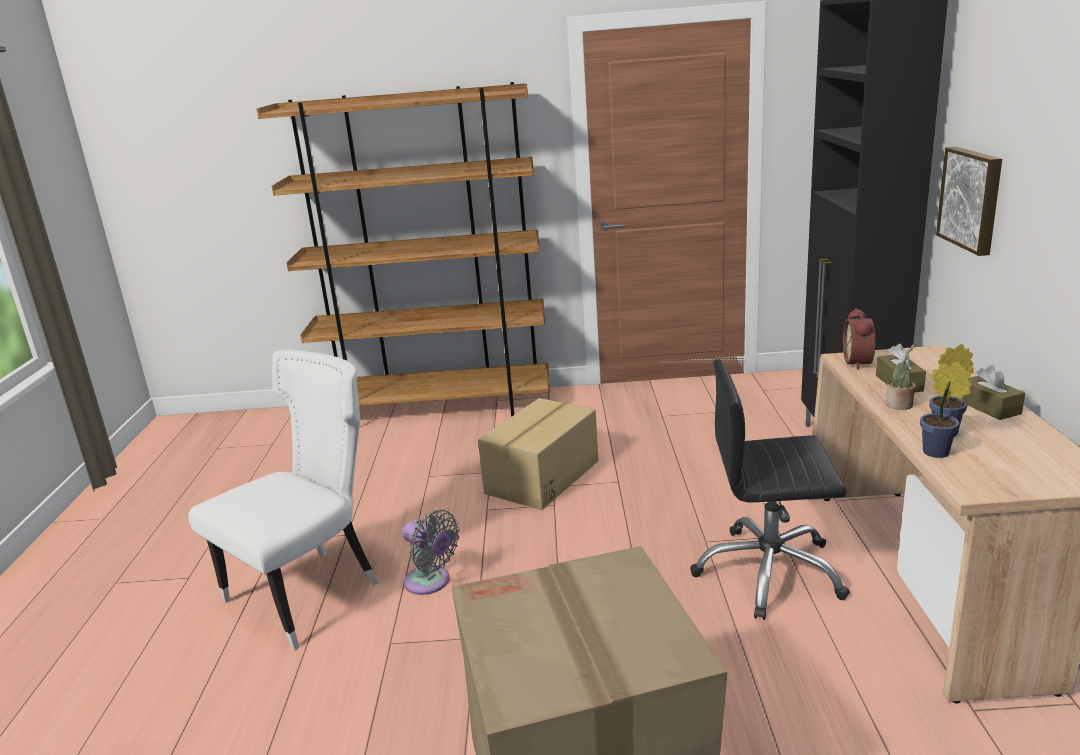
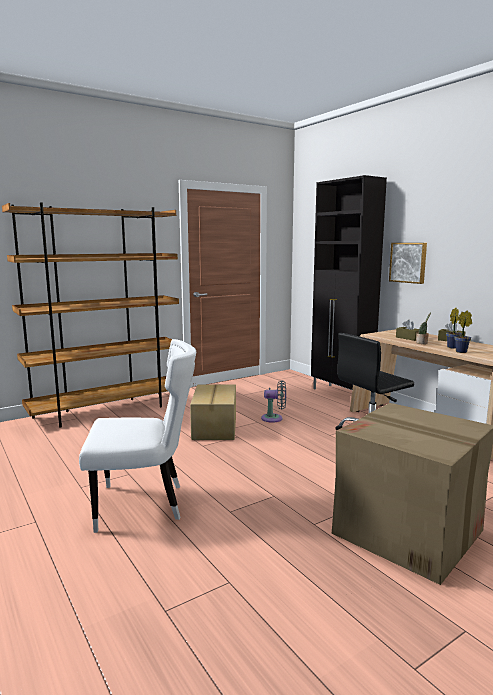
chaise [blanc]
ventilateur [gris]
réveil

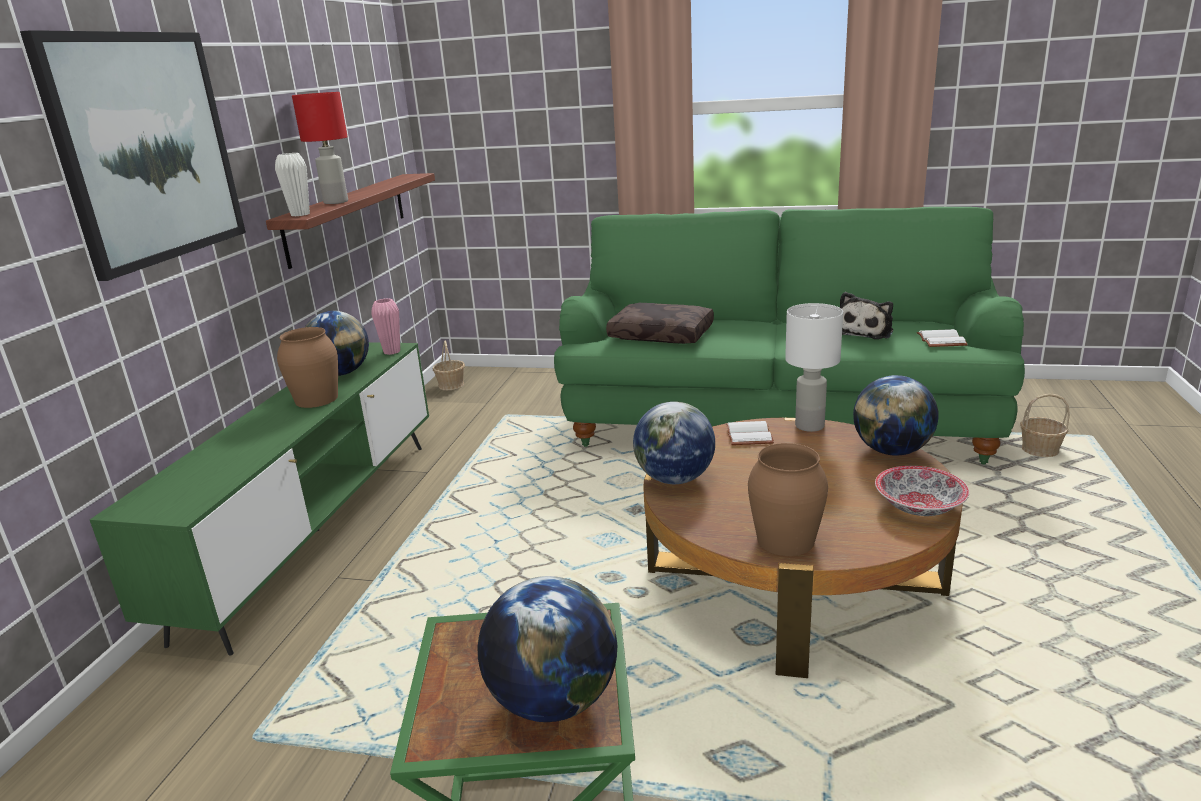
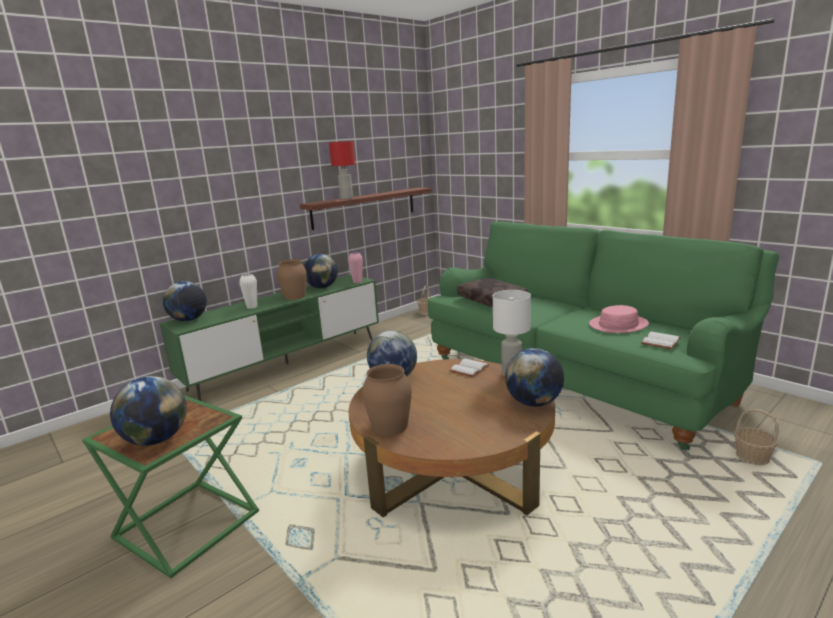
globe (no. 2 from left)
vase [blanc]
chapeau [rose]
tableau
bol

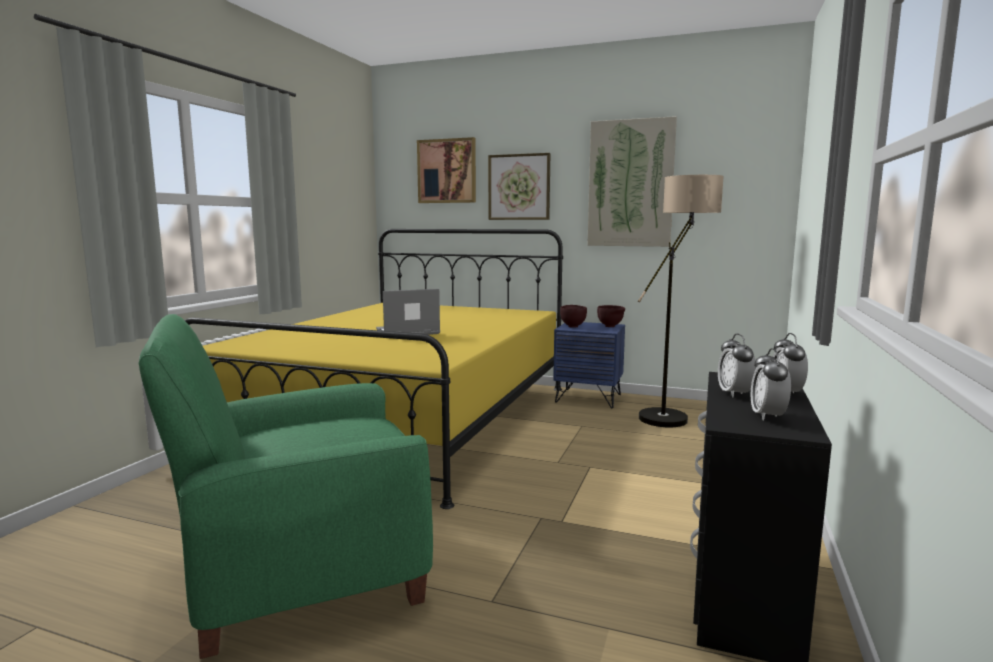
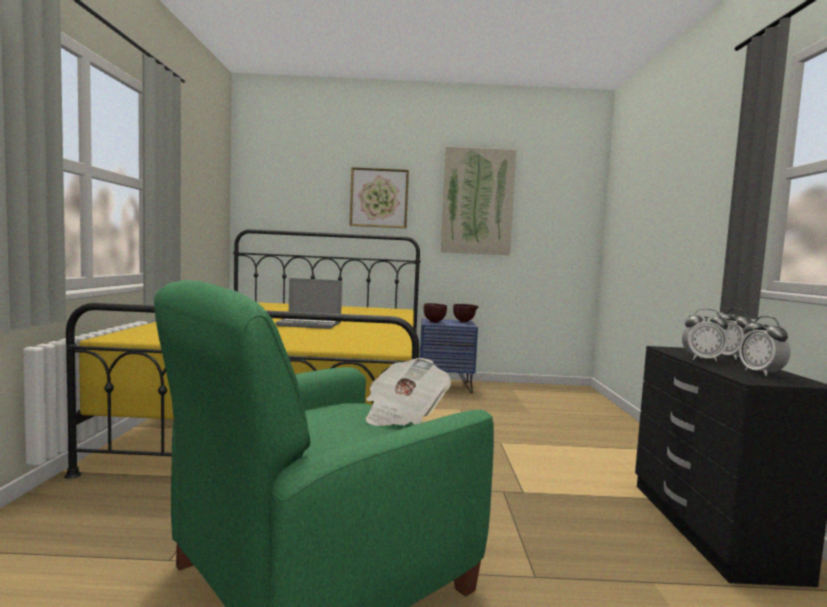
ordinateur portable
journal
réveil (no. 1 from left)
tableau (no. 1 from left in the first image)
lampadaire

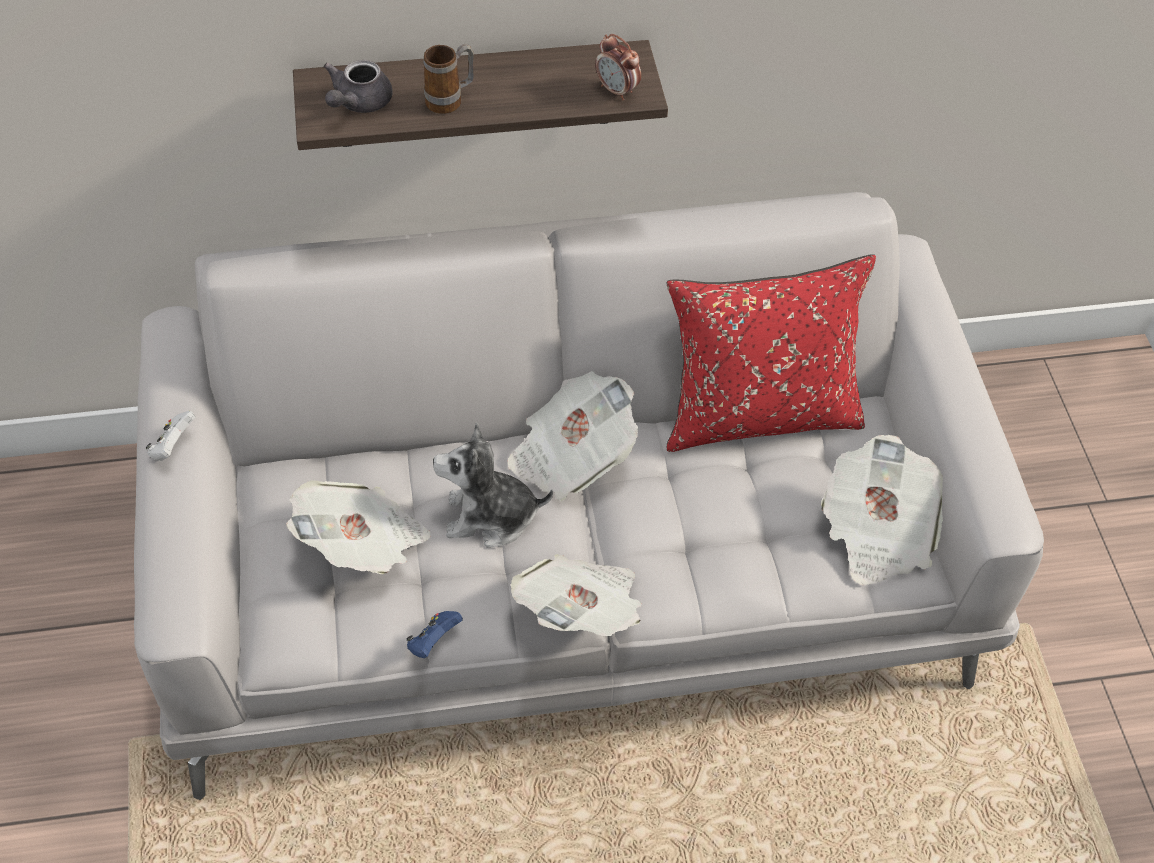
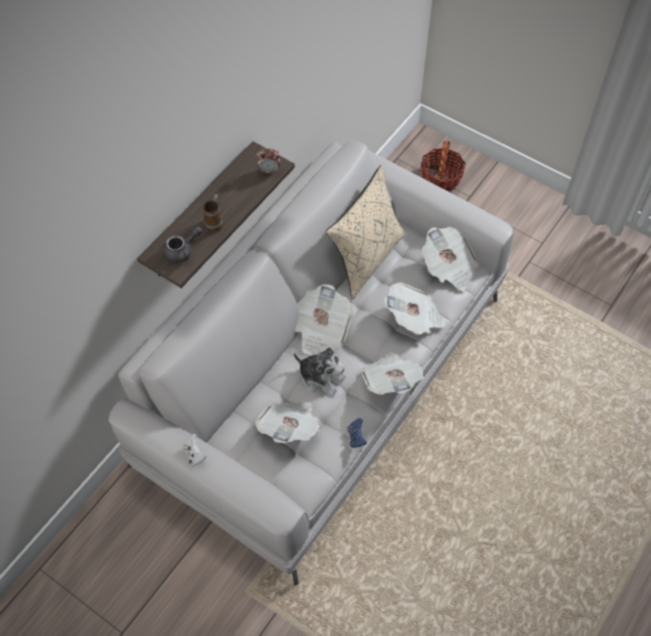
théière [gris]
peluche
coussin [beige]
journal (no. 4 from left)
panier

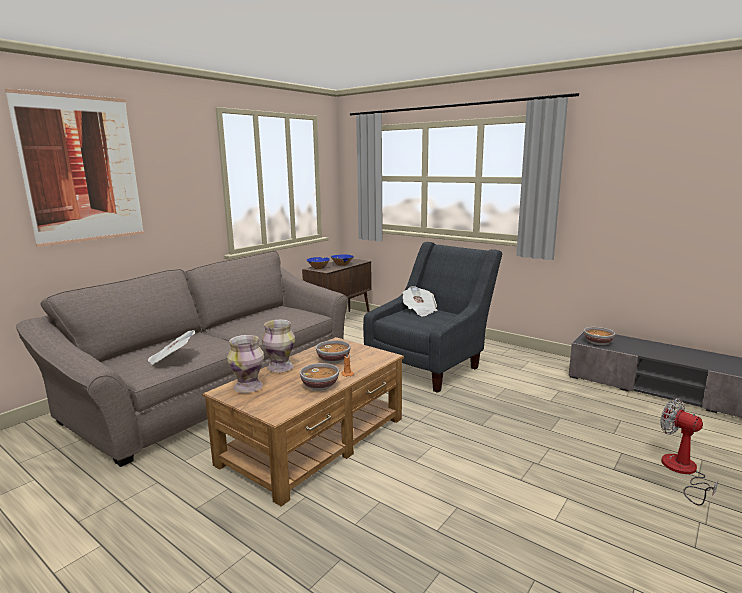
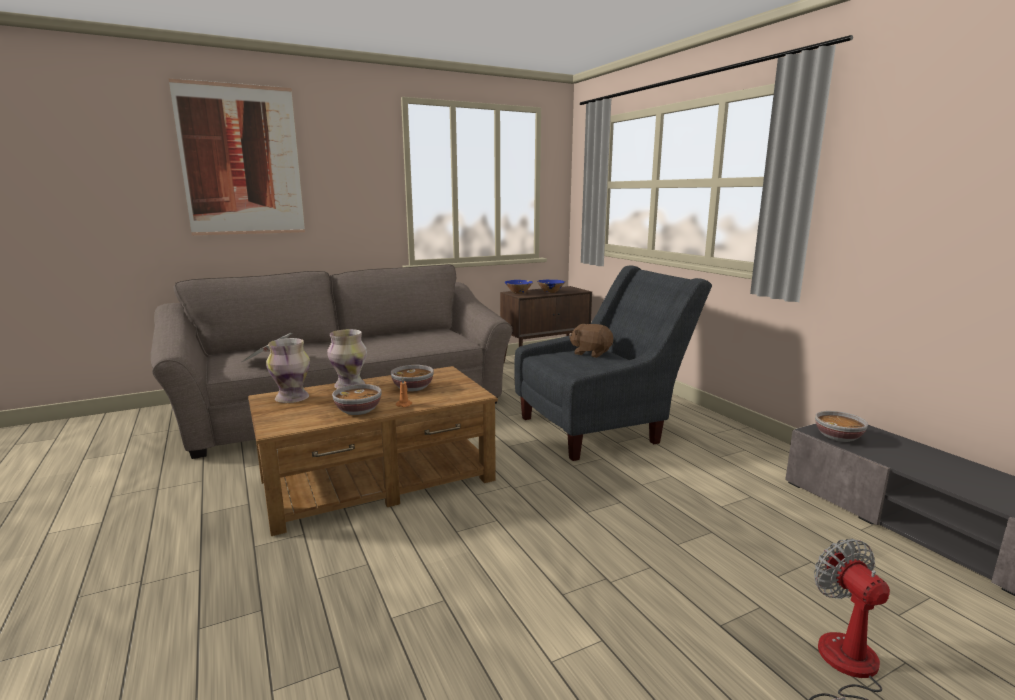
peluche [marron]

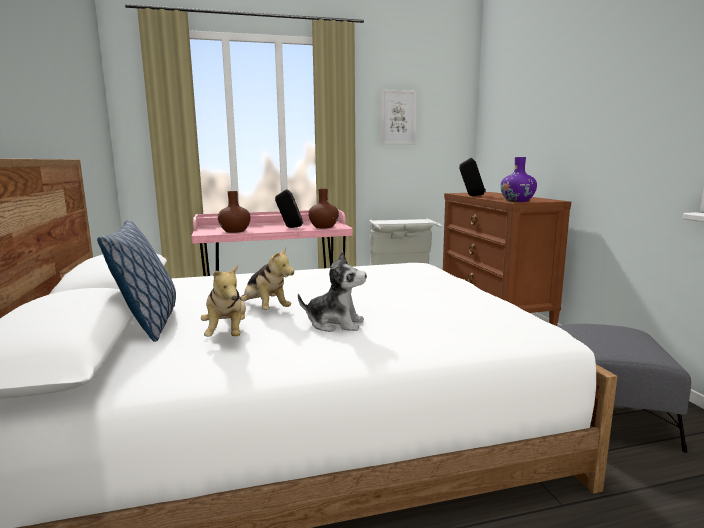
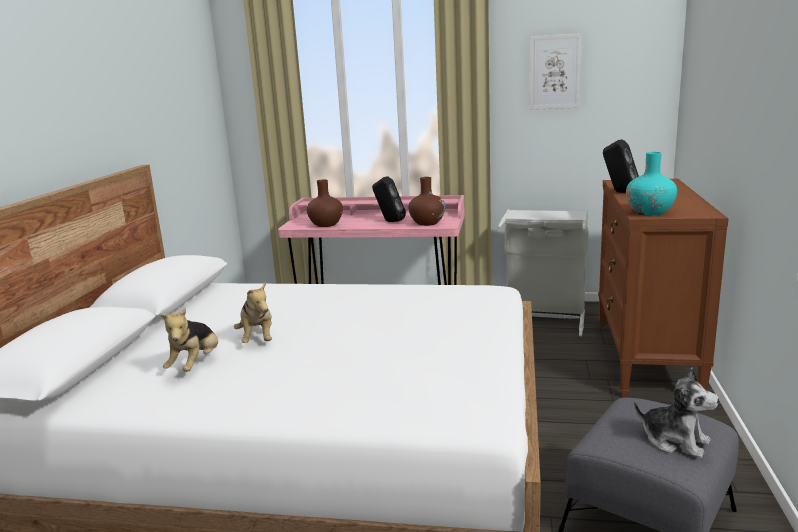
vase [turquoise]
peluche (no. 3 from left)
coussin

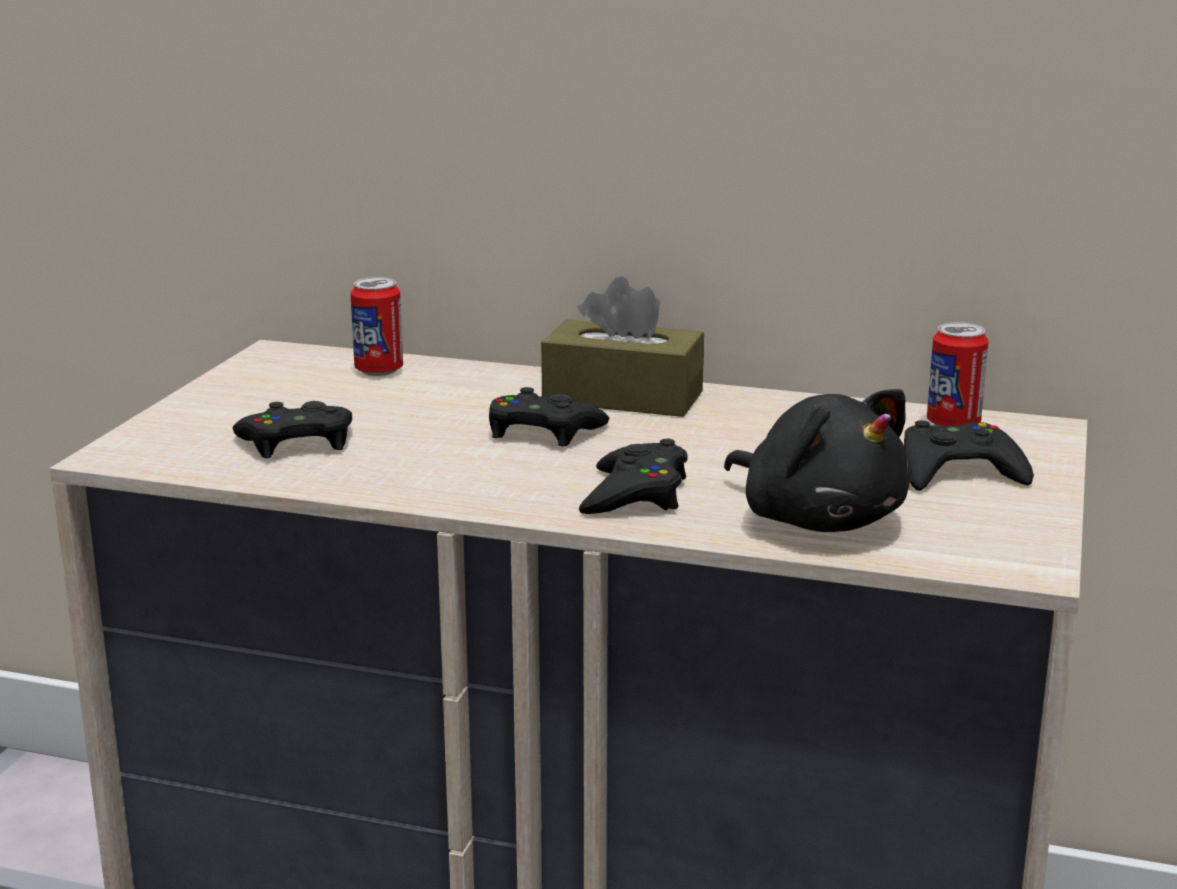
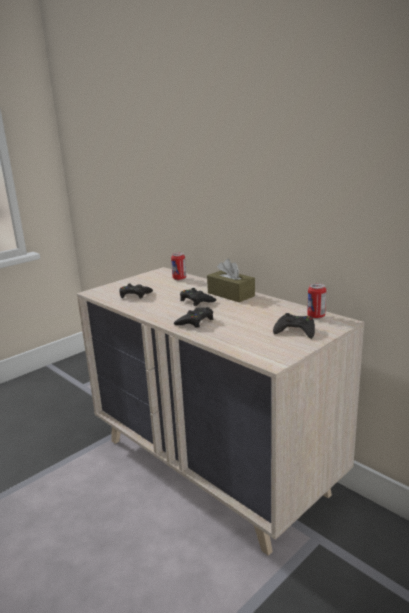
peluche [noir]

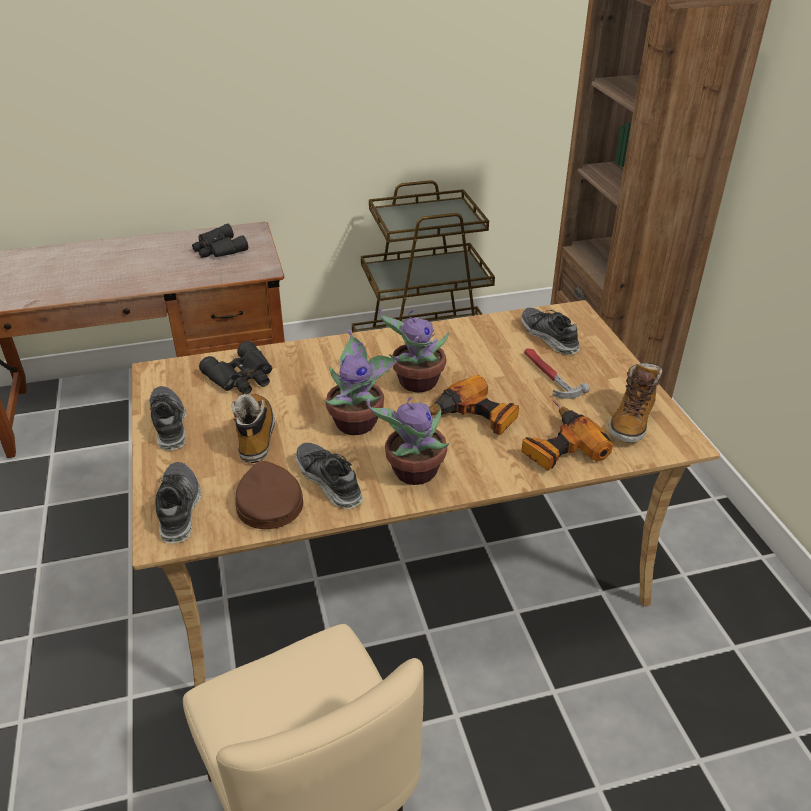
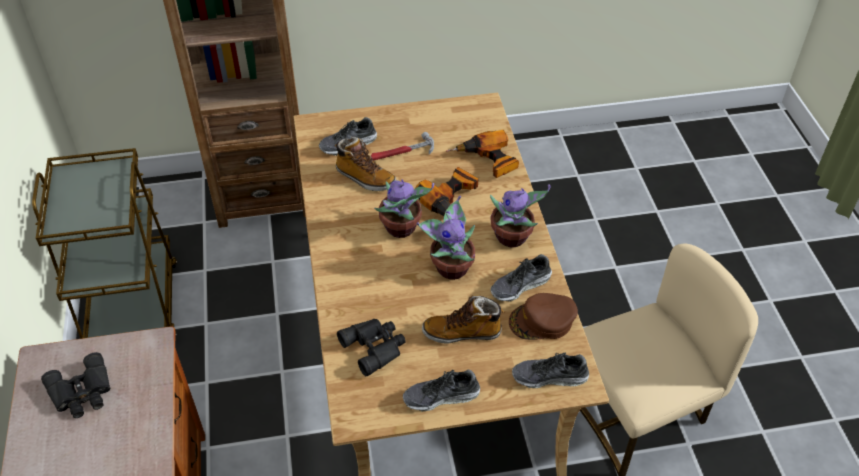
botte (no. 1 from left)

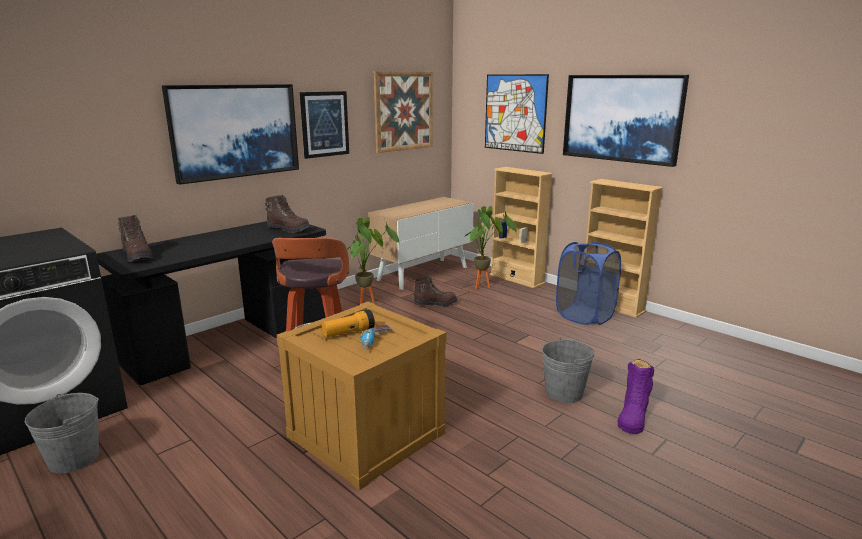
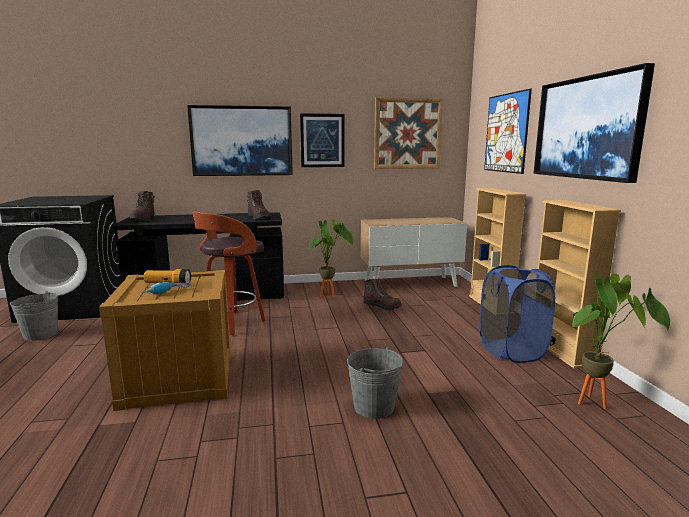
plante en pot (no. 2 from left)
botte [violet]

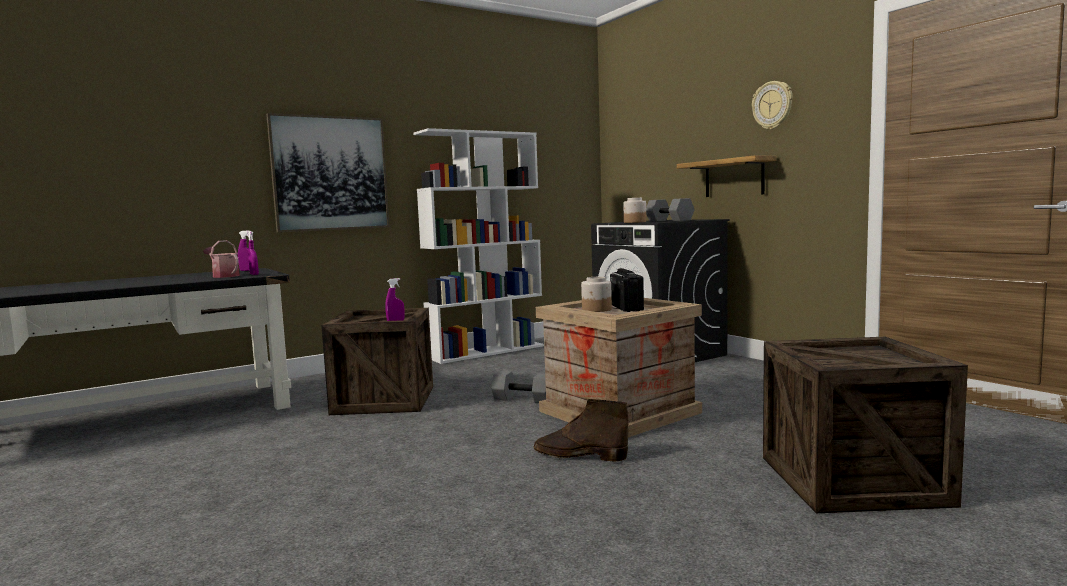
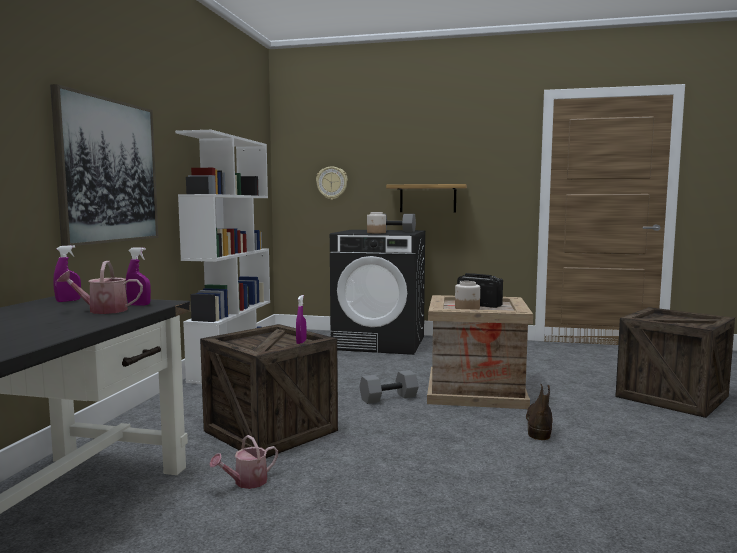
arrosoir (no. 2 from left)
horloge murale
botte [marron]

